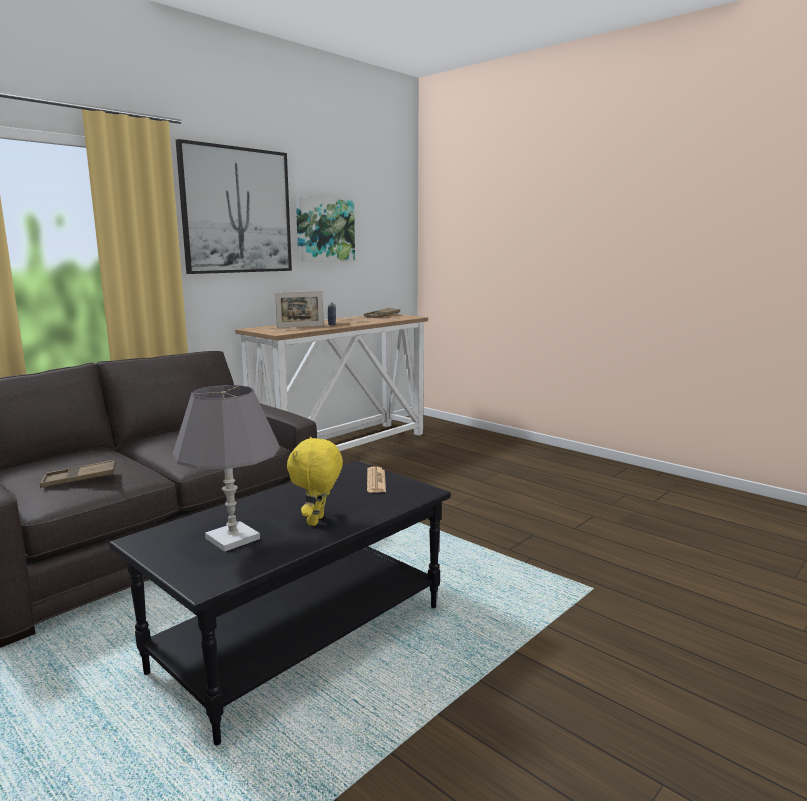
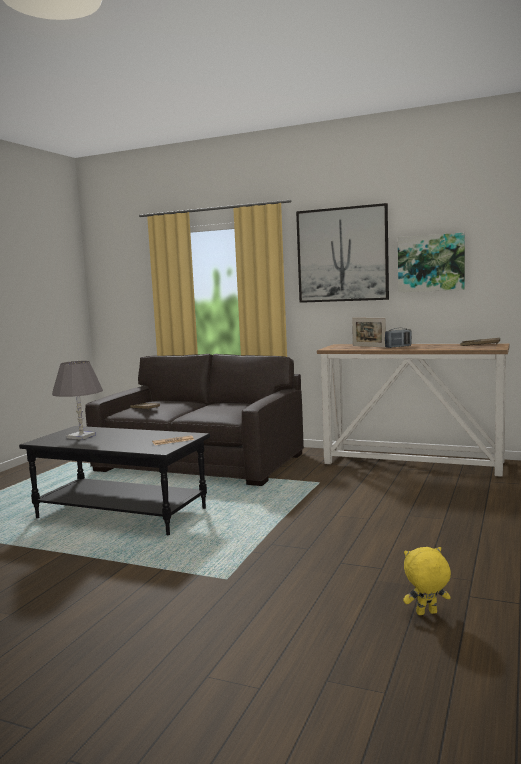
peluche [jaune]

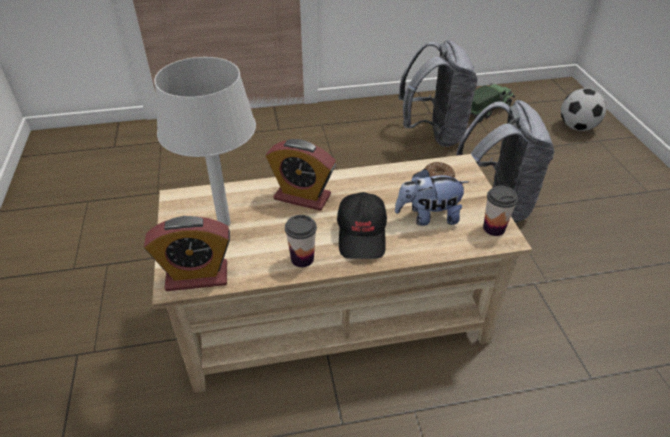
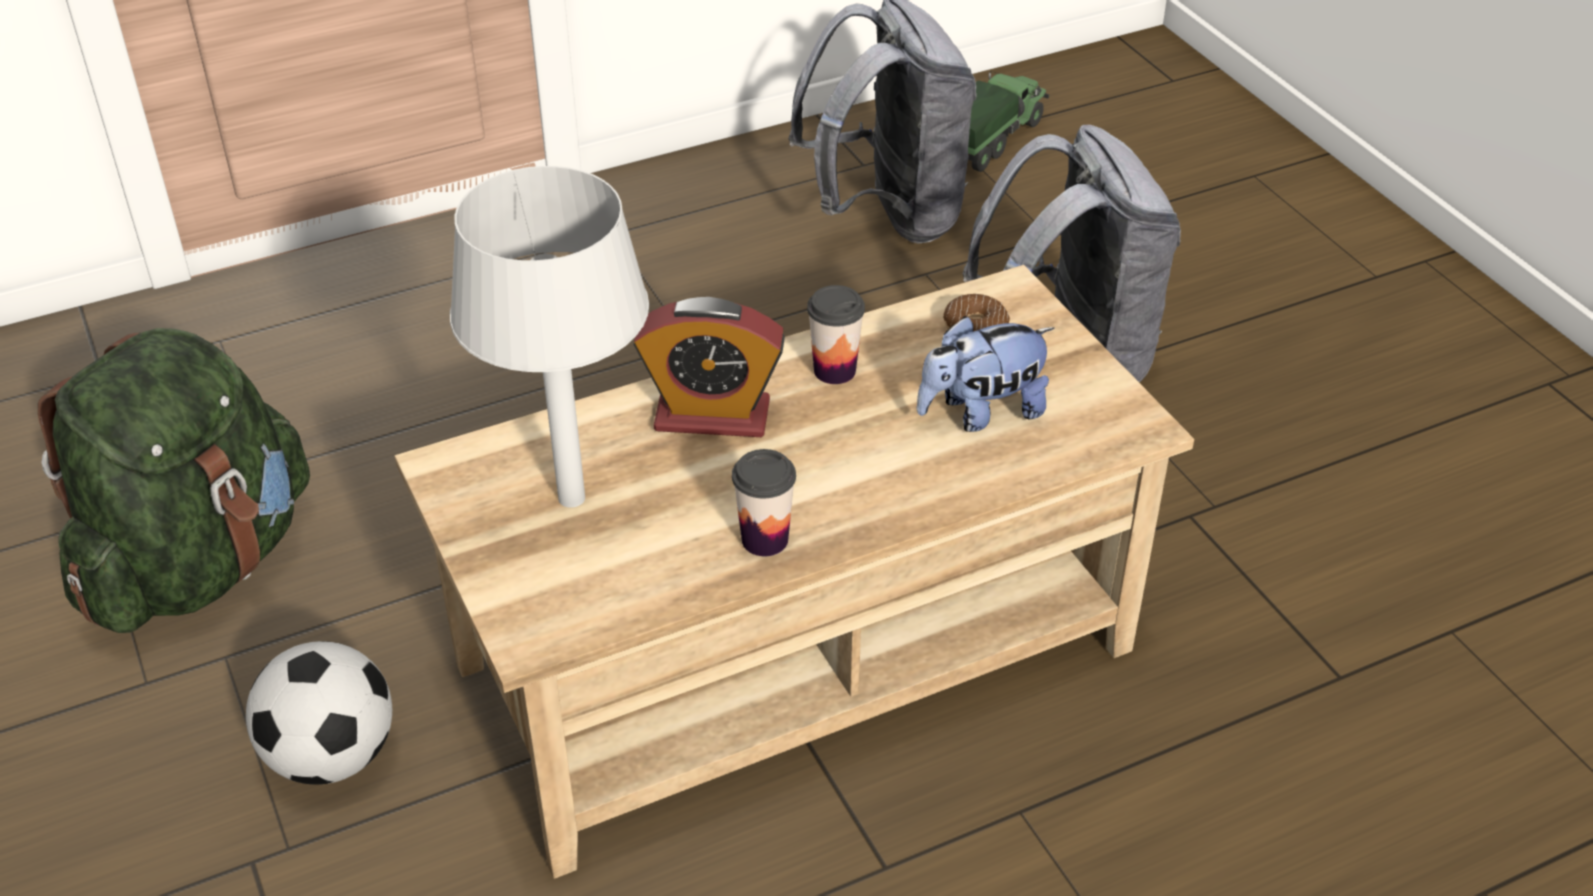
sac à dos [vert]
ballon de foot
tasse (no. 2 from left)
réveil (no. 1 from left in the first image)
casquette [noir]

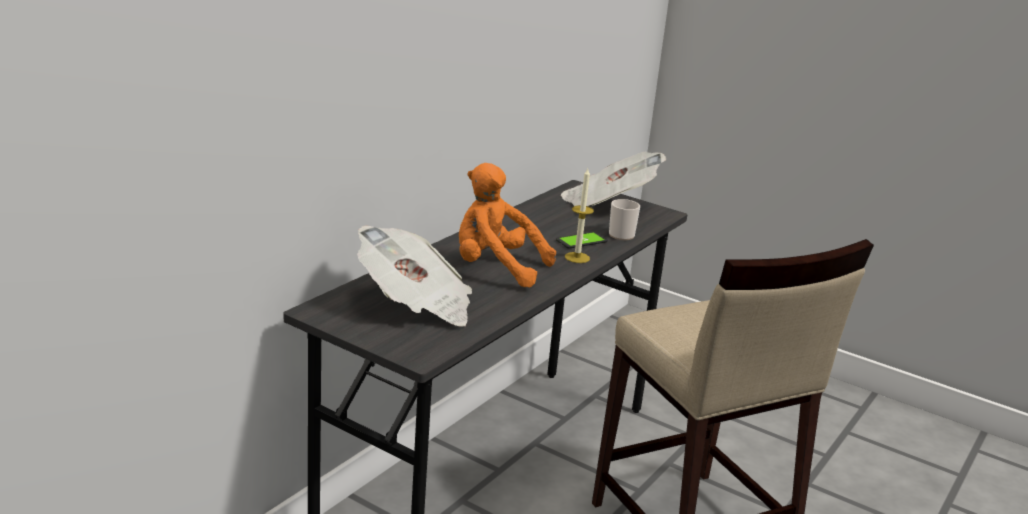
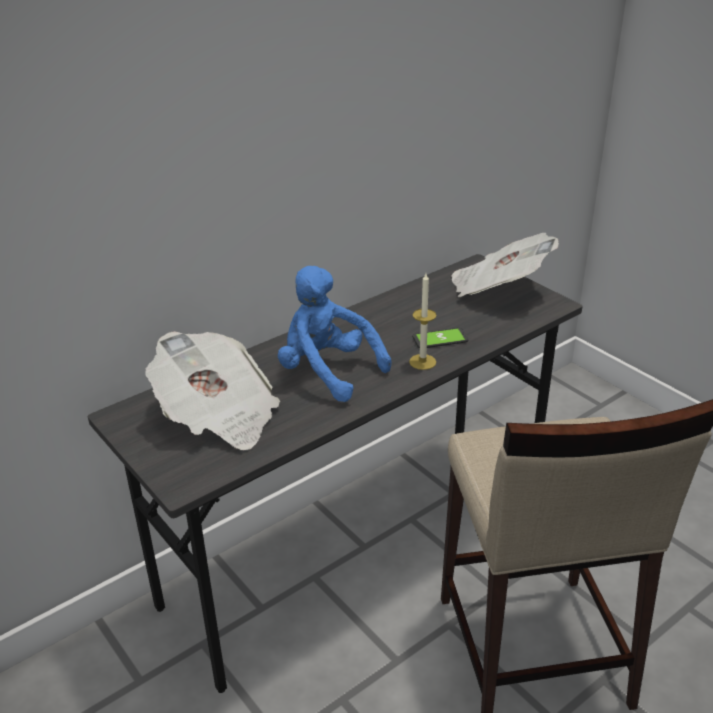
peluche [bleu]
mug

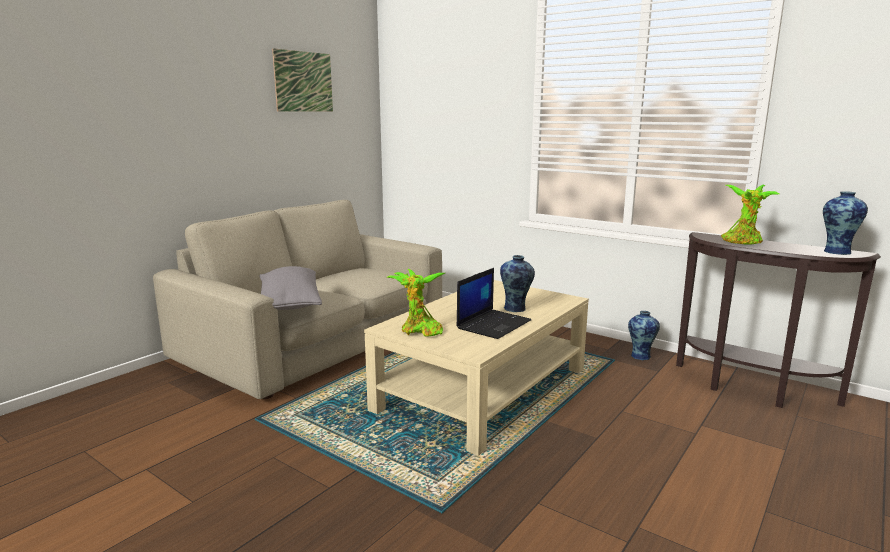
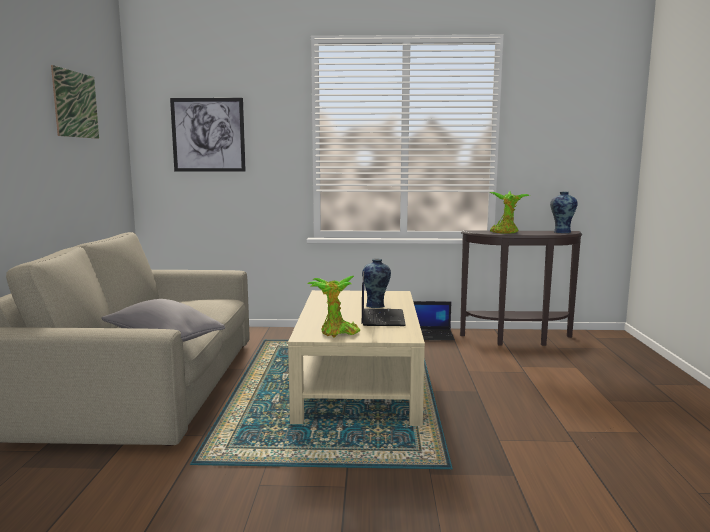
tableau (no. 2 from left)
ordinateur portable (no. 2 from left)

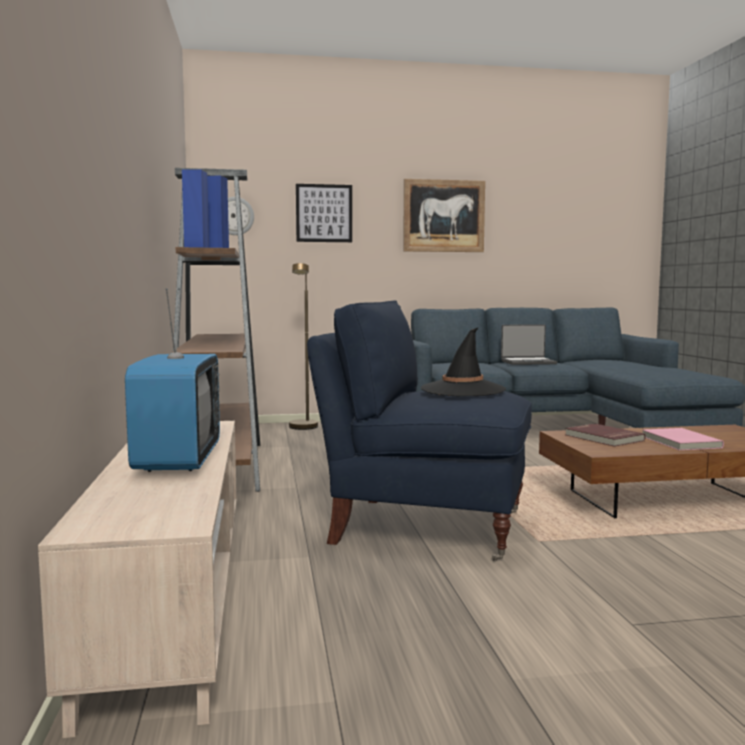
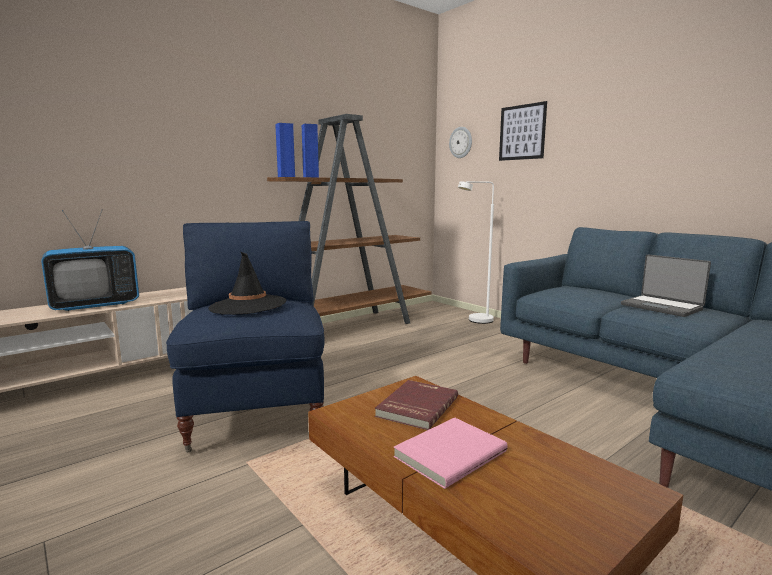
lampadaire [blanc]
tableau (no. 2 from left in the first image)

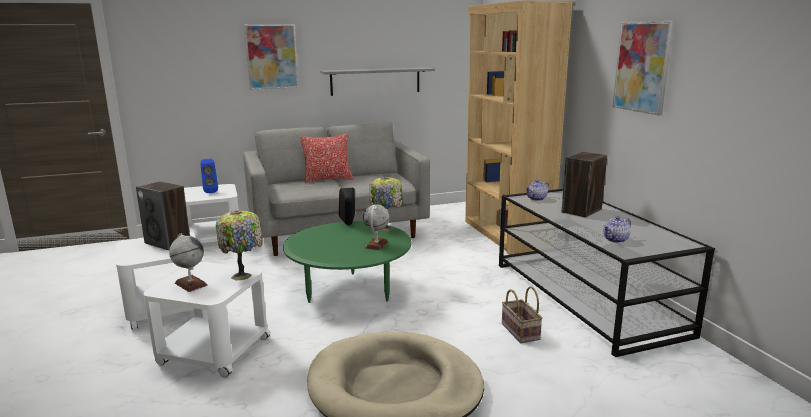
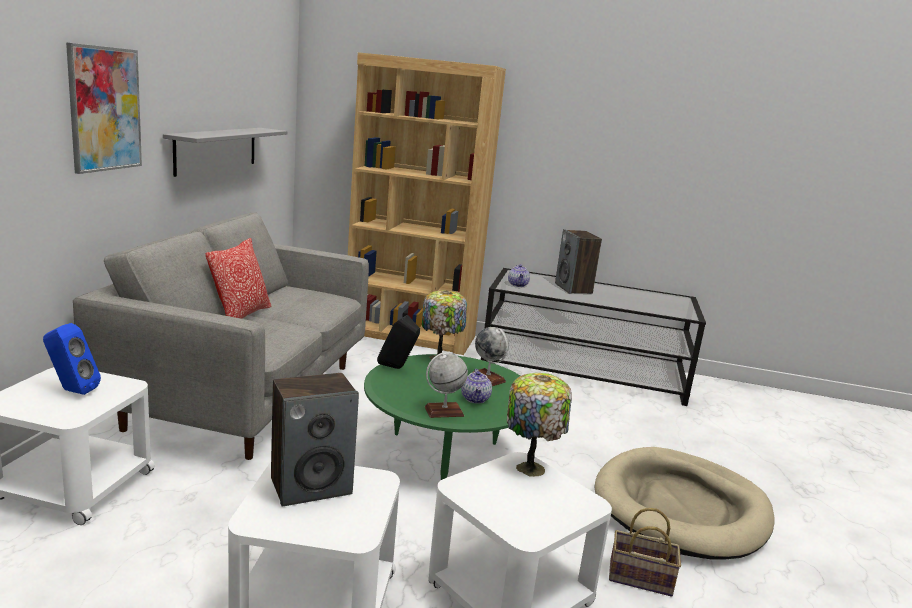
globe (no. 1 from left)
théière (no. 1 from left)
panier
tableau (no. 2 from left in the first image)

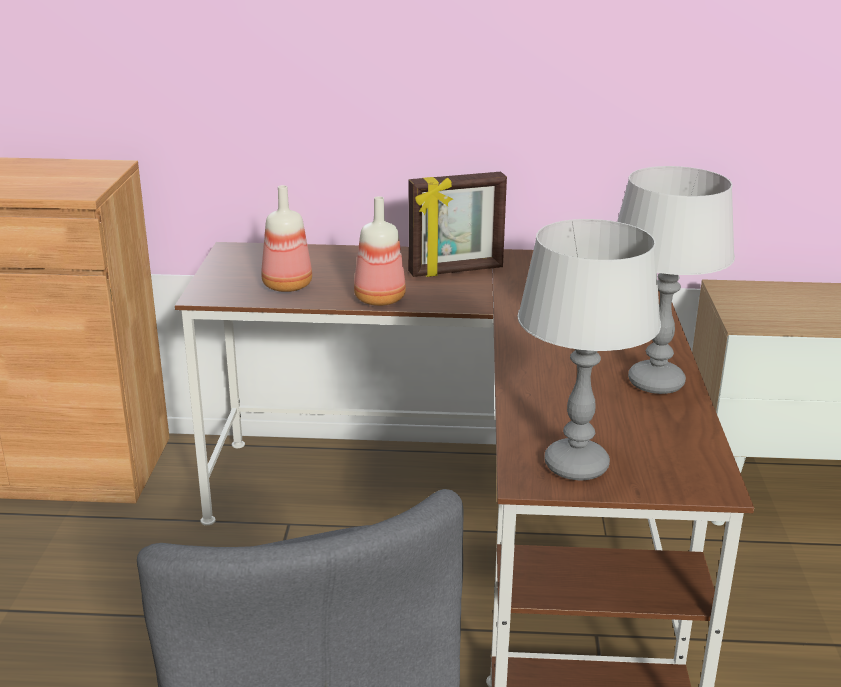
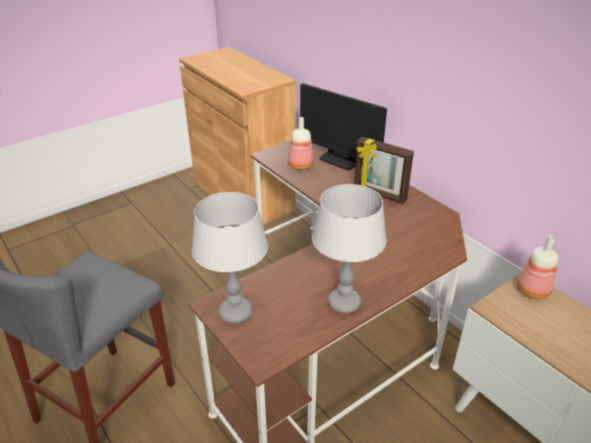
écran d'ordinateur
bouteille (no. 2 from left)

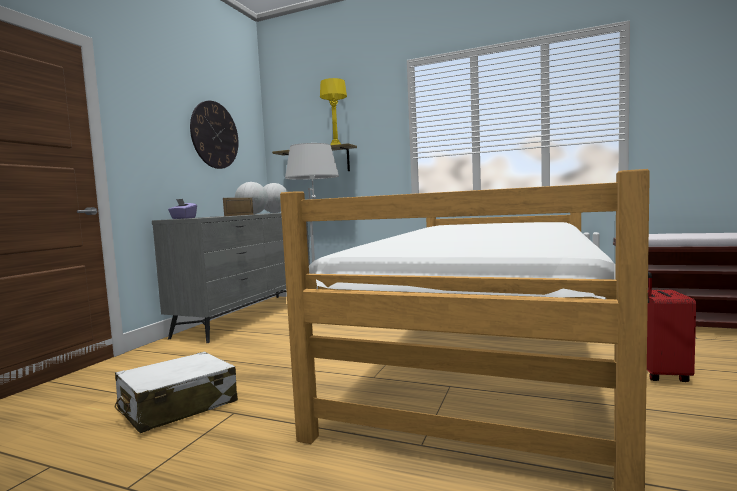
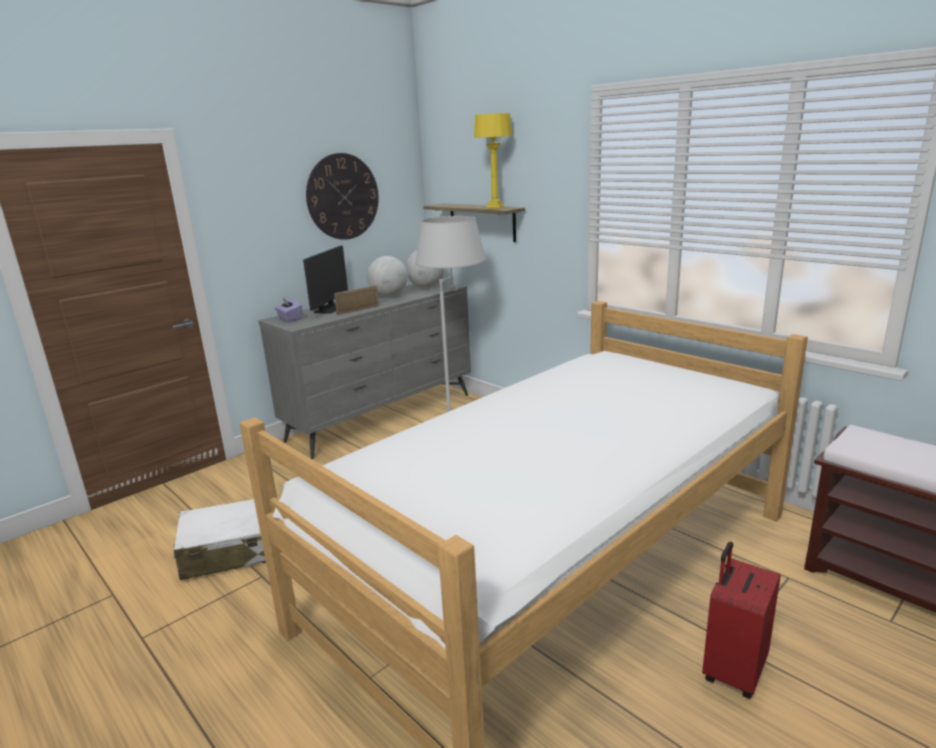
écran d'ordinateur

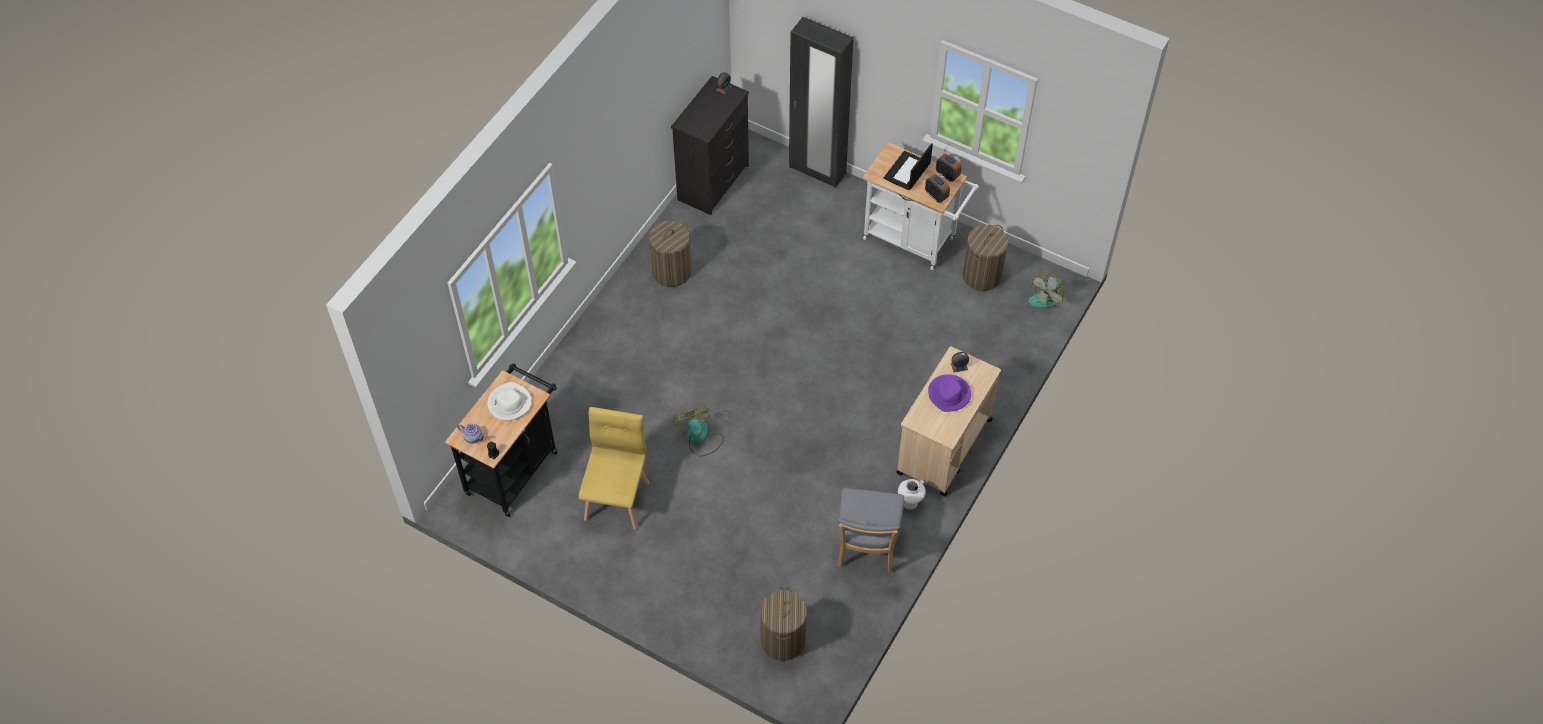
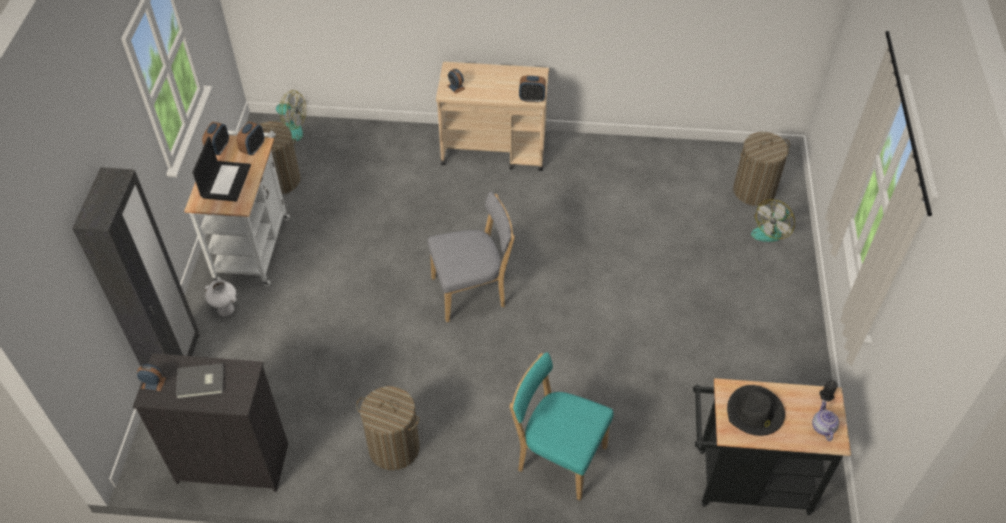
livre [gris]
ordinateur portable
vase [blanc]
chaise [gris]
chaise [turquoise]
réveil (no. 5 from left)
chapeau [noir]
ventilateur (no. 2 from left)
chaise [jaune]
chapeau [violet]

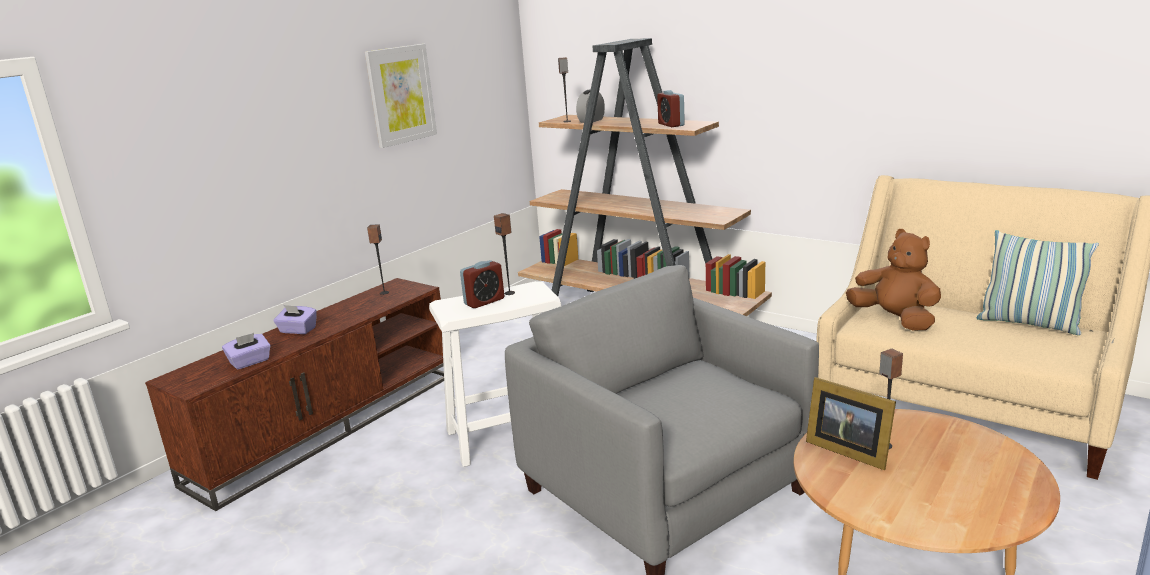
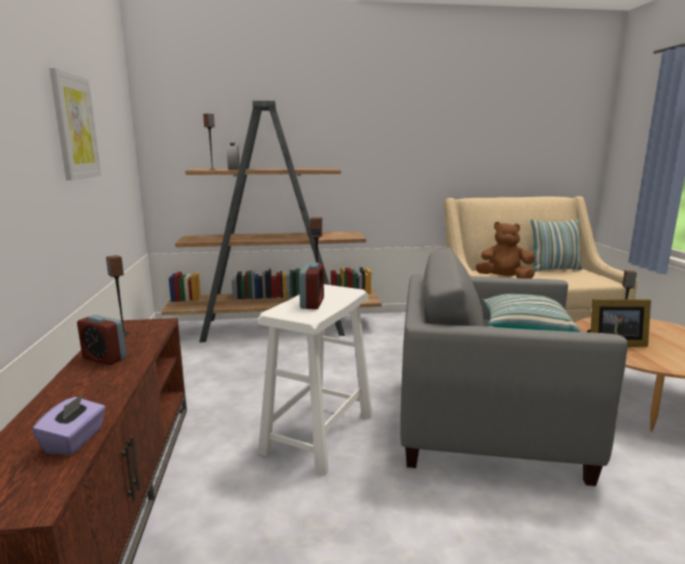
réveil (no. 1 from left)
coussin (no. 1 from left)
boîte à mouchoirs [violet] (no. 2 from left in the first image)

